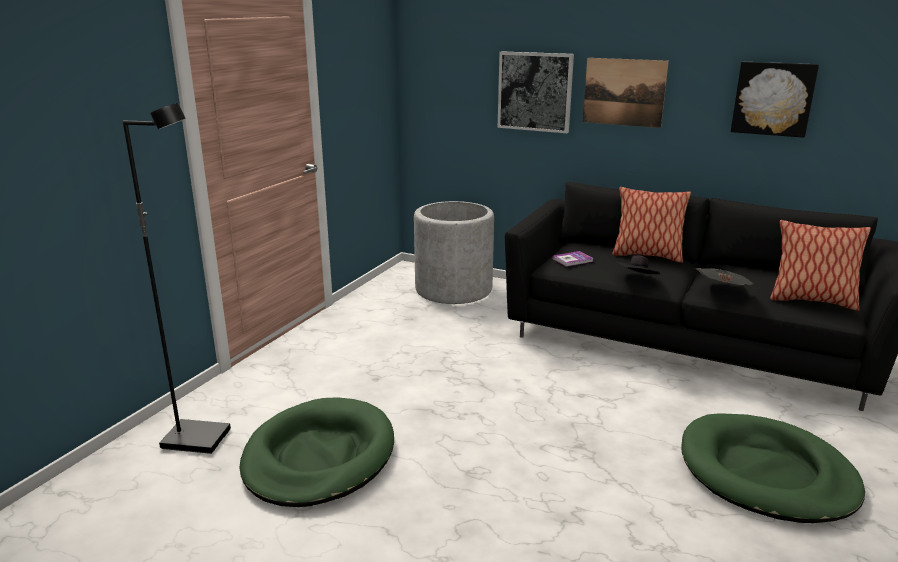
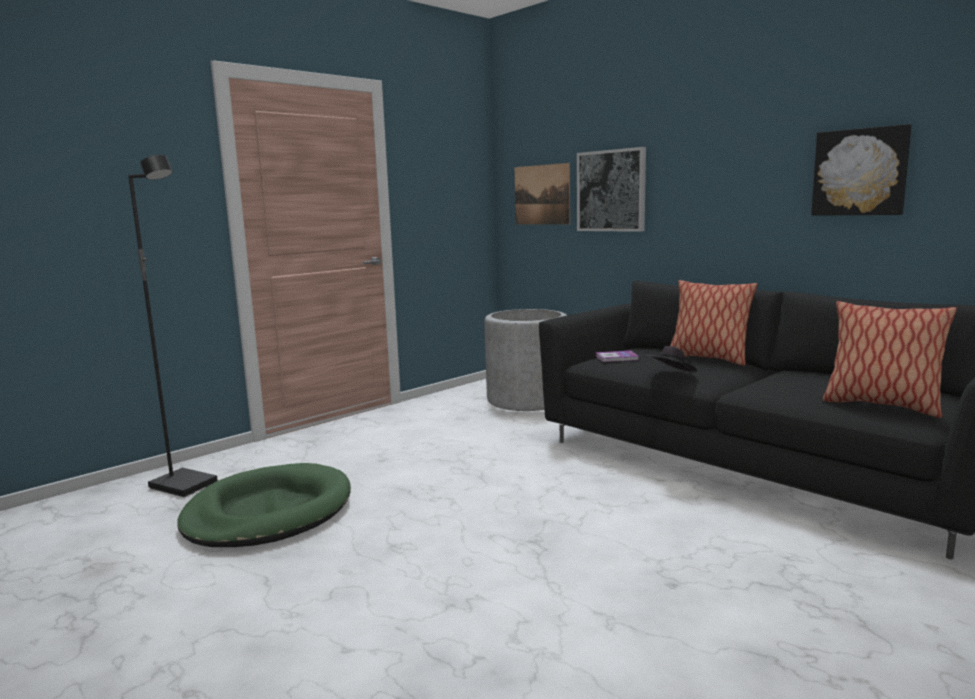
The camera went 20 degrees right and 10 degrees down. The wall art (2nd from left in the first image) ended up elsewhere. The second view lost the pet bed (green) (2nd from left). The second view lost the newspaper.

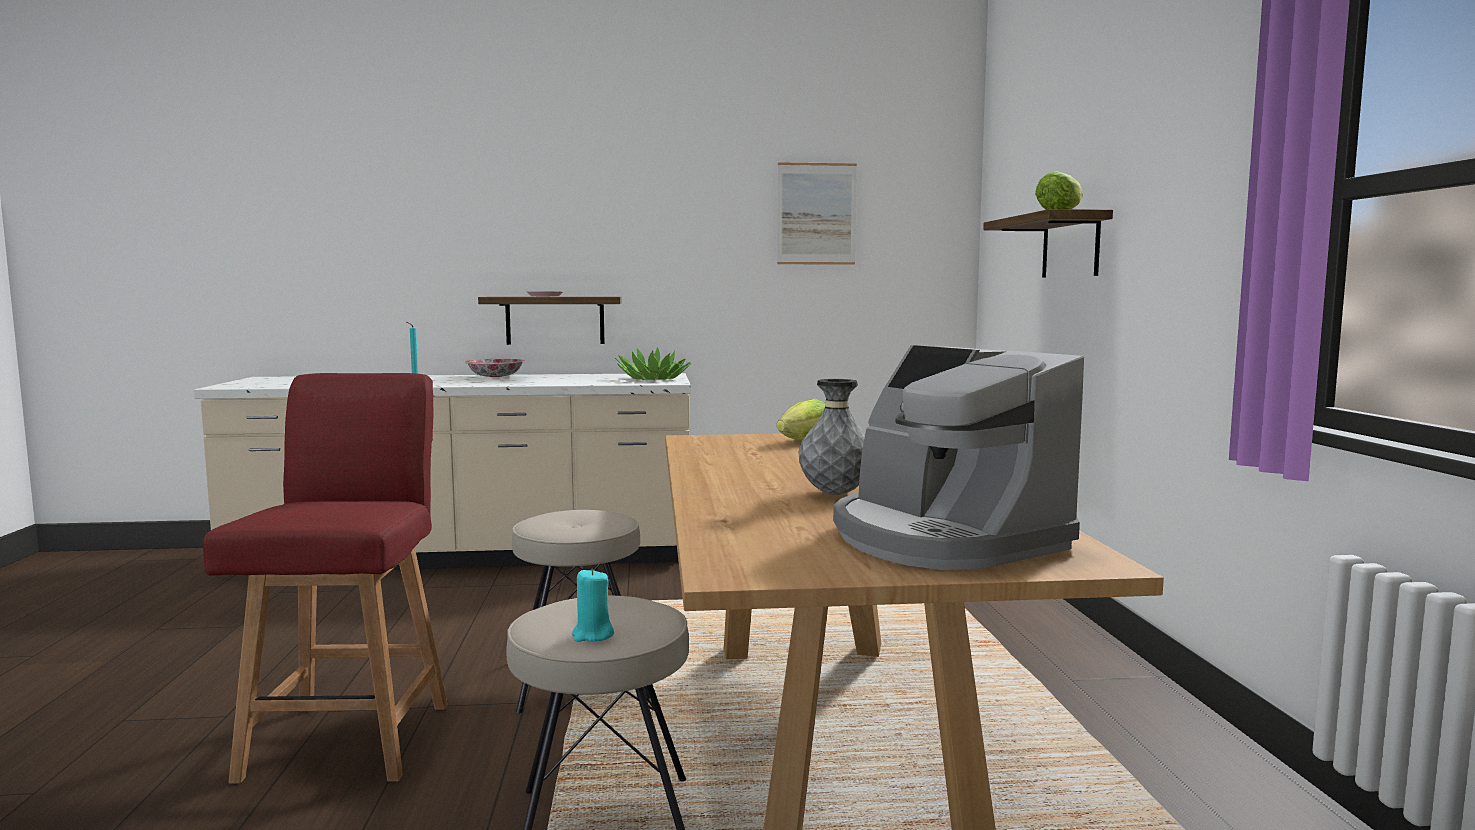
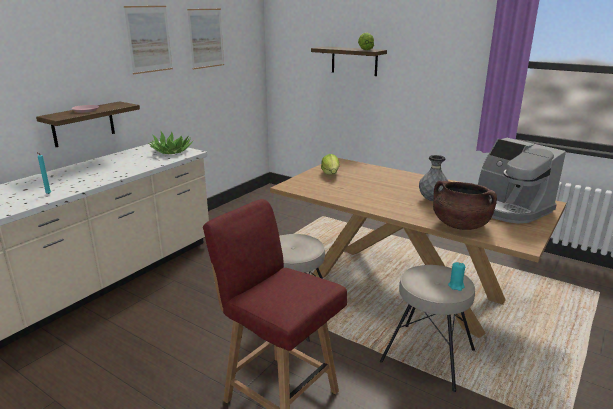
The camera went 50 degrees left and 15 degrees up. The second view gained the wall art (1st from left). The second view gained the stockpot (brown). The coffee brewer ended up facing another way, 45 degrees clockwise from before. The second view lost the deep dish.

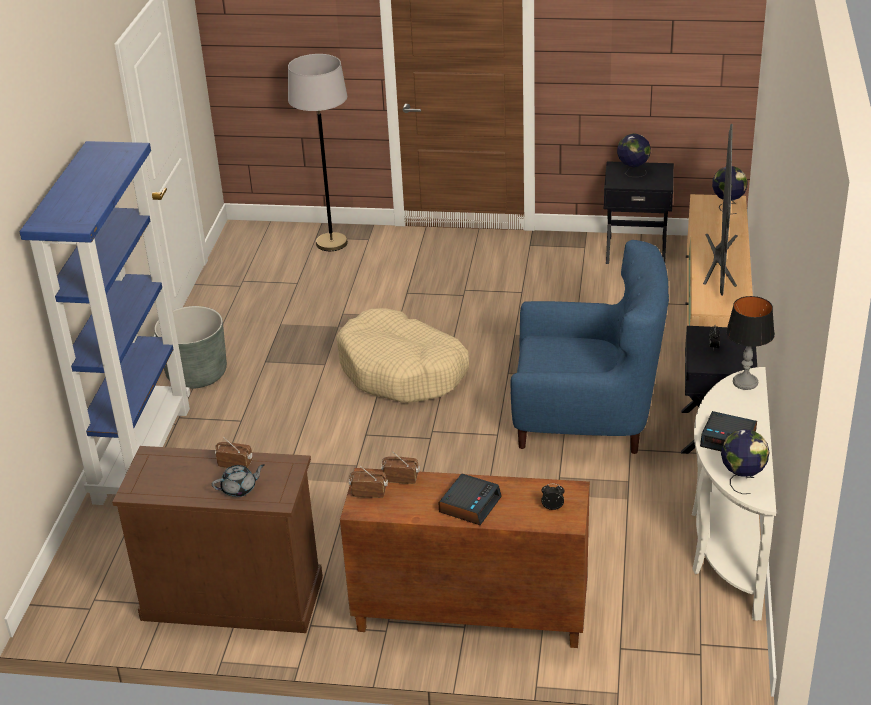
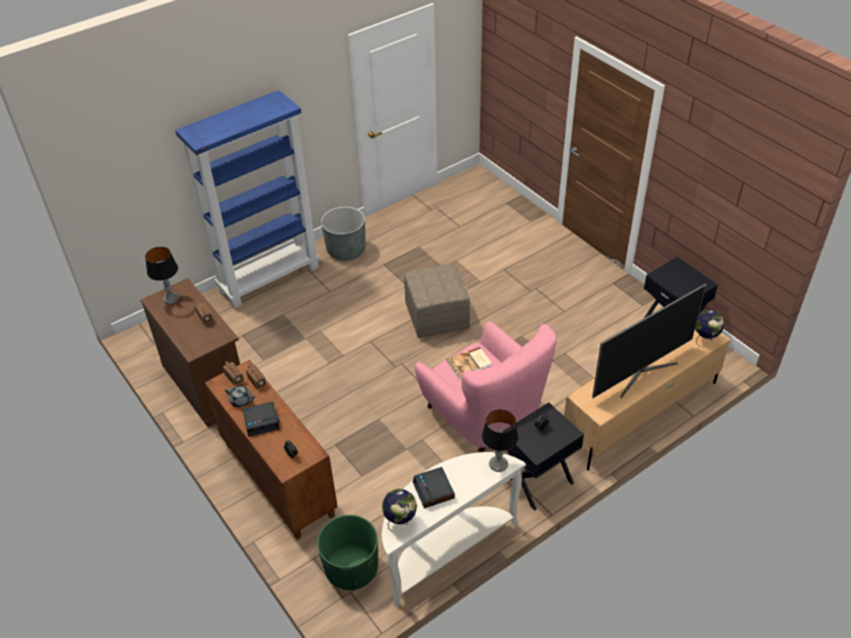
The camera went 45 degrees right and 10 degrees up. The second view gained the tabletop lamp (1st from left). The pot for tea (gray) ended up elsewhere. The second view gained the planter (green). Where the pet bed (beige-coloured) stood, the footrest (beige-coloured) came to stand. What was the lounge chair (bluish) turned into the lounge chair (pink). The second view gained the bound book. The second view lost the standing lamp (gray). The second view lost the desk globe (1st from left).

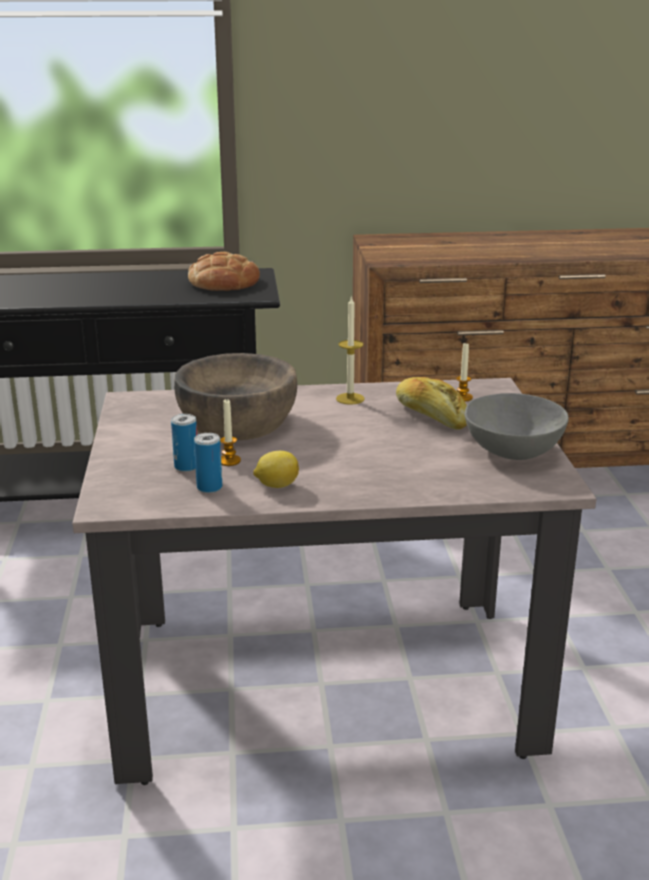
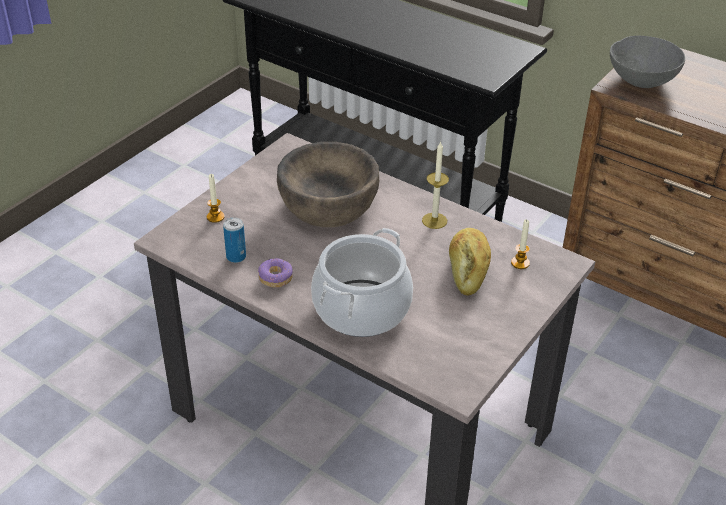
The camera went 40 degrees right and 15 degrees up. The wax candle (1st from left) ended up elsewhere. Where the whole lemon stood, the donut came to stand. The second view gained the stockpot. The deep dish (gray) ended up elsewhere. The second view lost the metal can (1st from left). The second view lost the baked bread (1st from left).

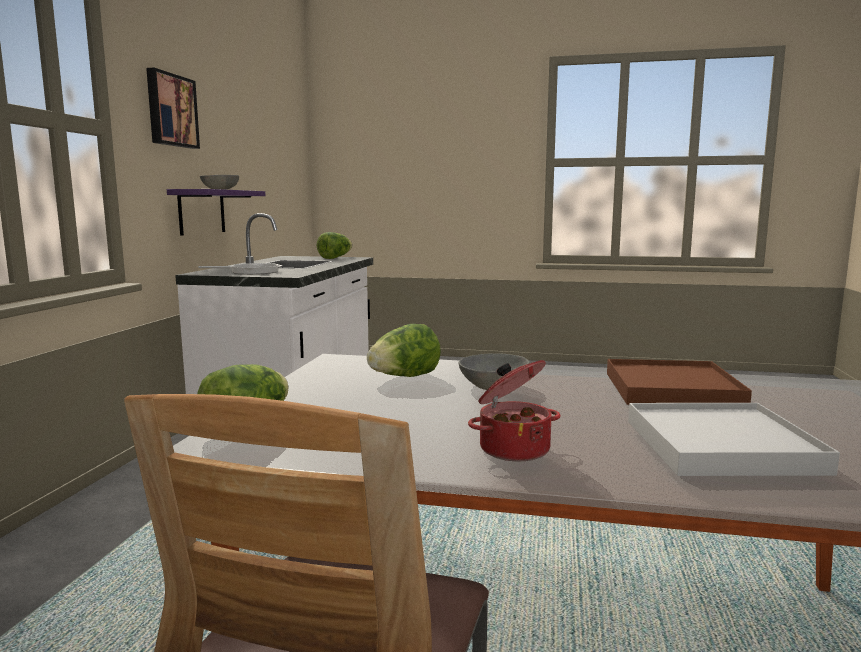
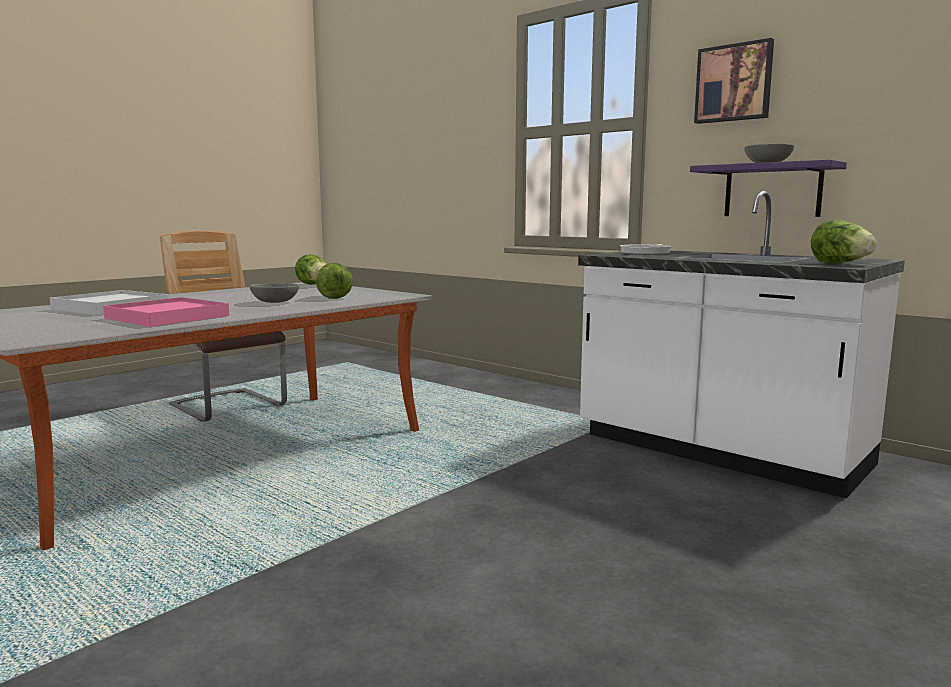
The camera went 120 degrees right and 0 degrees up. What was the tray (brown) turned into the tray (pink). The second view lost the stockpot.

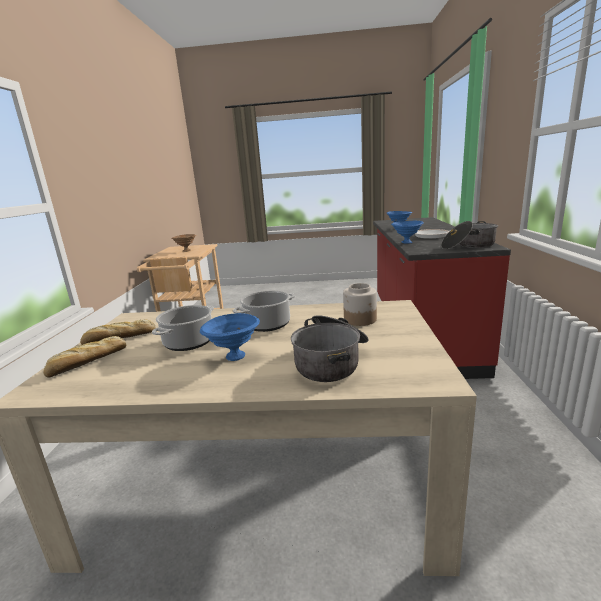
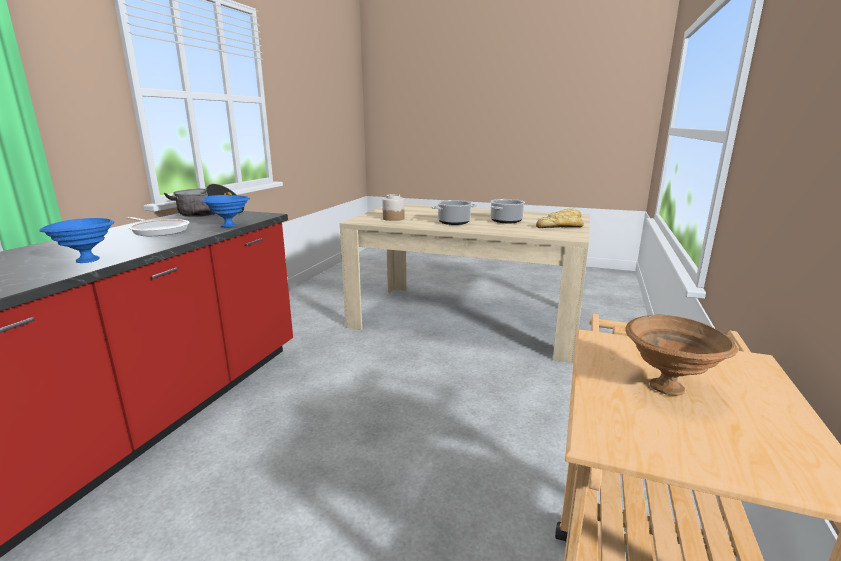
The camera went 165 degrees left and 0 degrees up. The second view lost the deep dish (bluish) (1st from left). The second view lost the stockpot (3rd from left).

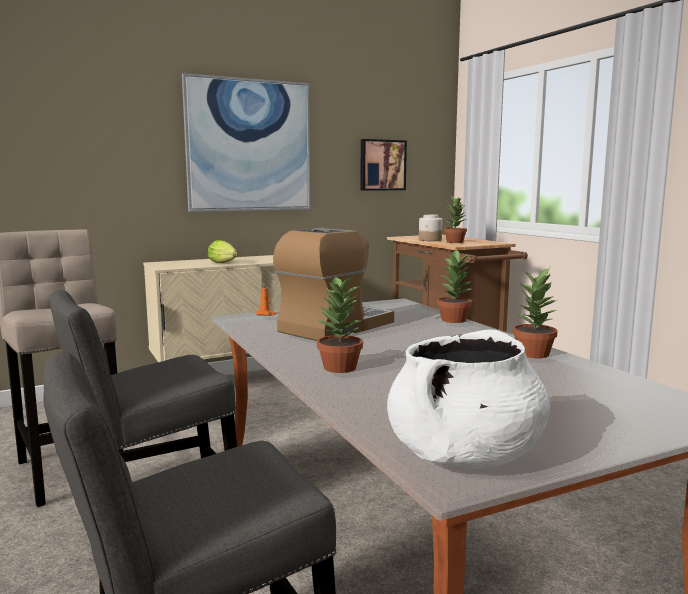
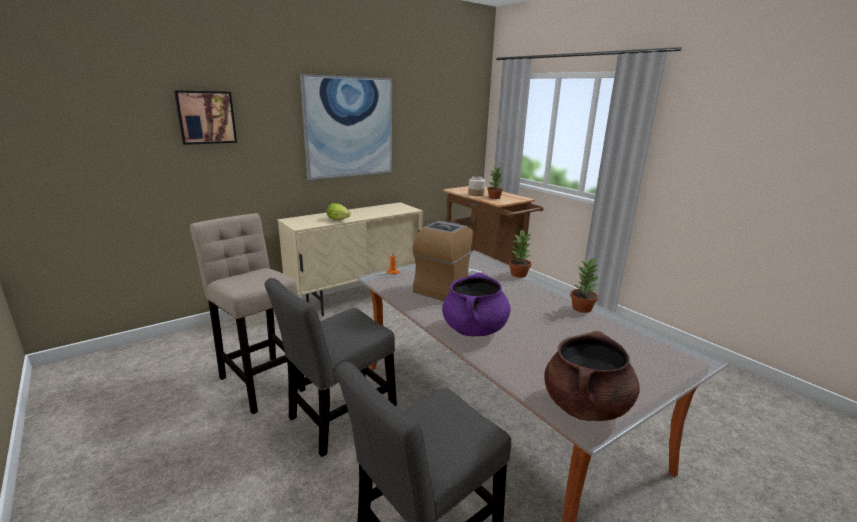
The camera went 10 degrees left and 10 degrees up. The wall art (2nd from left in the first image) ended up elsewhere. Where the potted plant (1st from left) stood, the stockpot (purple) came to stand. What was the stockpot (whitish) turned into the stockpot (brown).

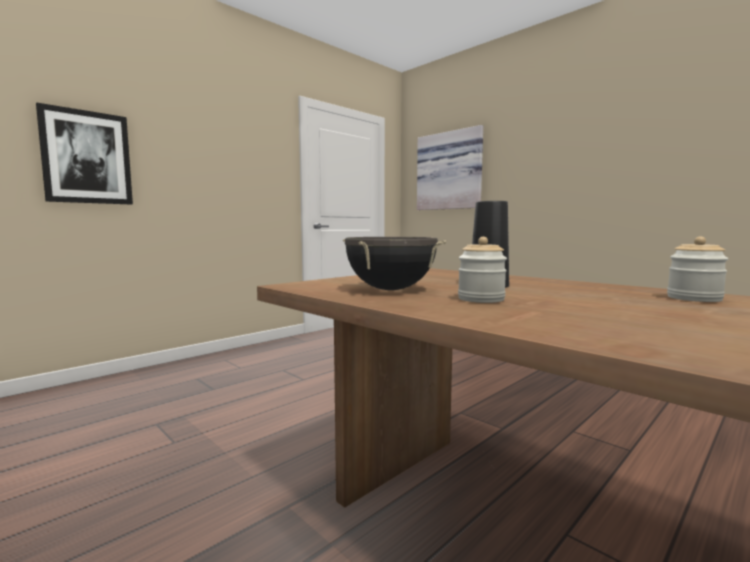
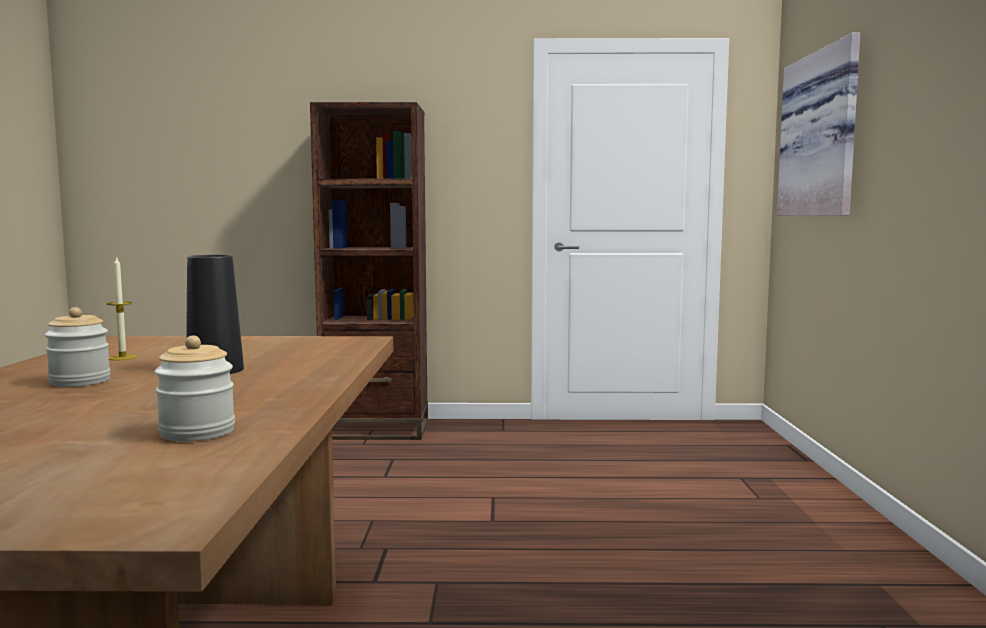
The camera went 45 degrees right and 0 degrees up. Where the stockpot (black) stood, the wax candle came to stand. The second view gained the shelving unit (brown). The second view lost the wall art (1st from left).

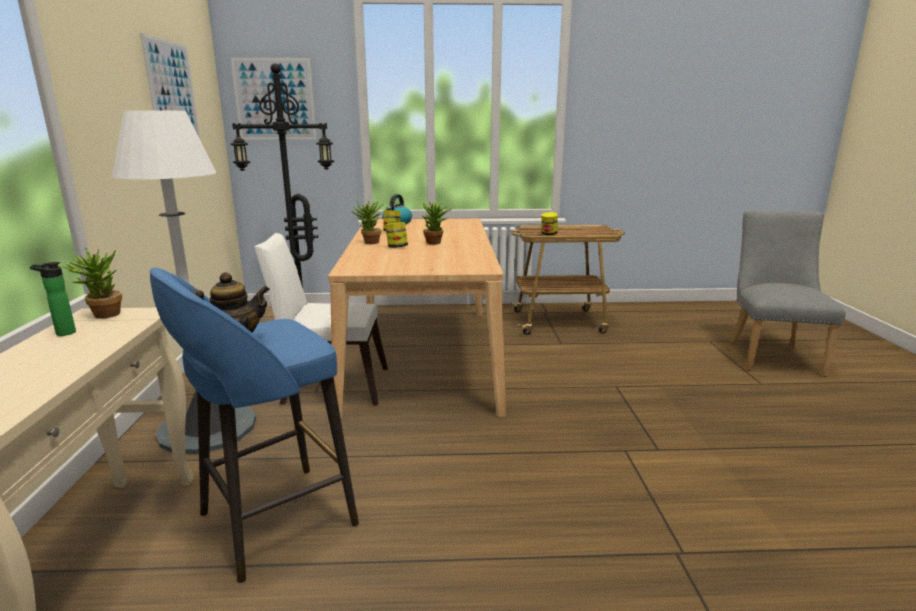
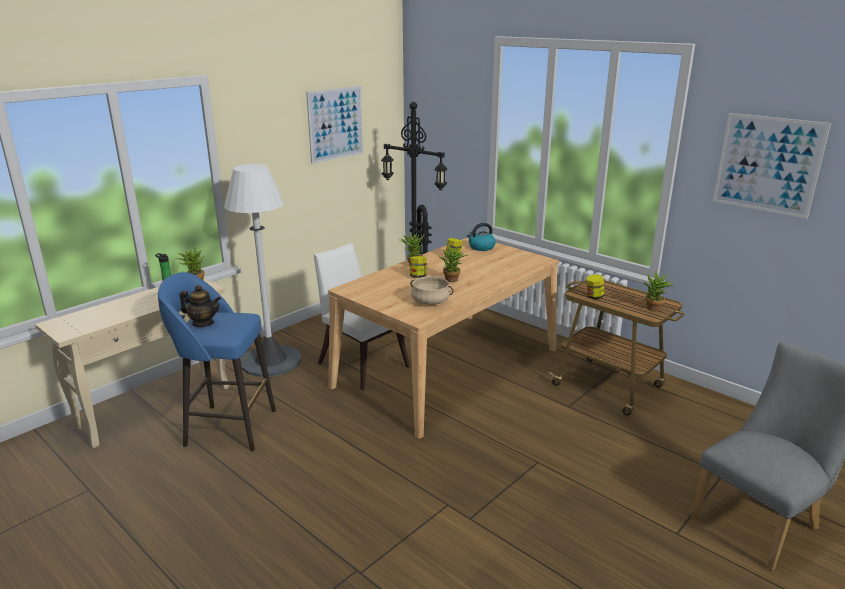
The camera went 45 degrees right and 5 degrees up. The second view gained the stockpot (beige-coloured). The second view gained the potted plant (4th from left). The wall art (2nd from left) ended up elsewhere.

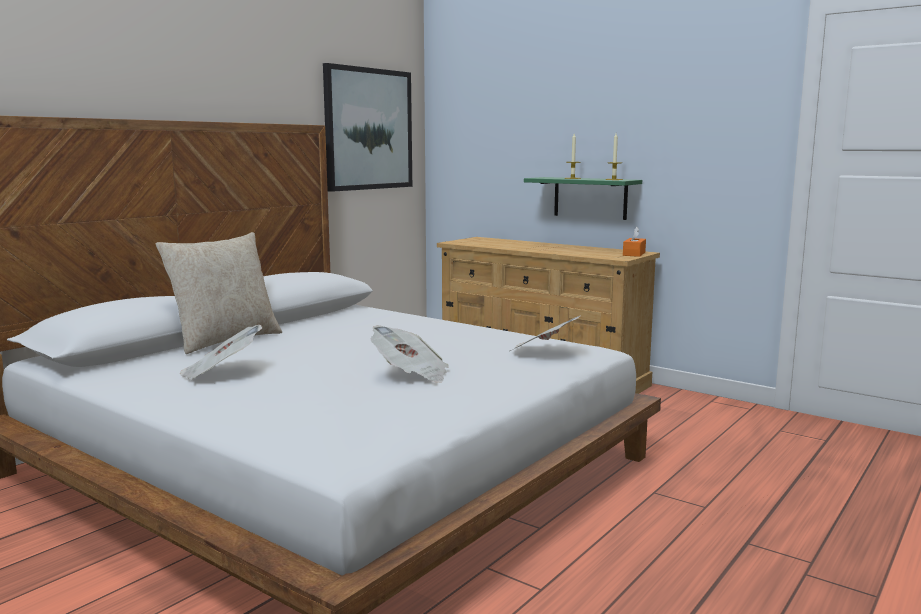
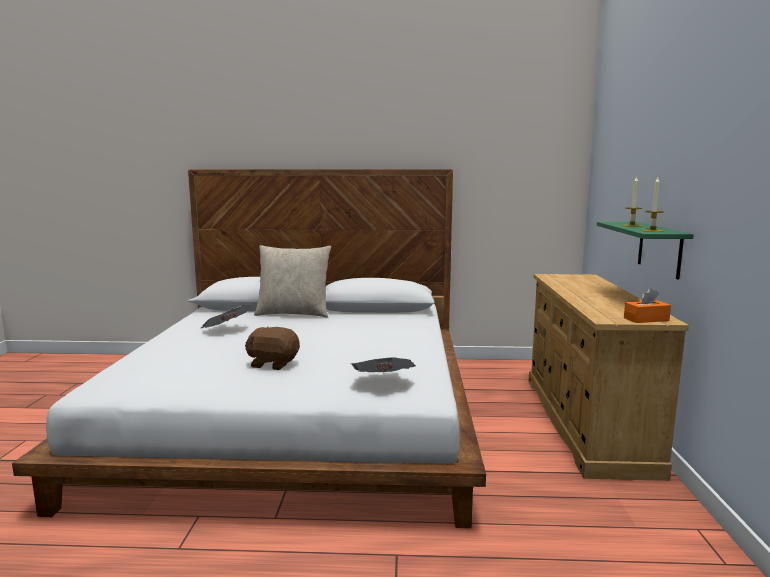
The camera went 55 degrees right and 0 degrees up. Where the newspaper (2nd from left) stood, the cuddly toy (brown) came to stand. The second view lost the wall art.

